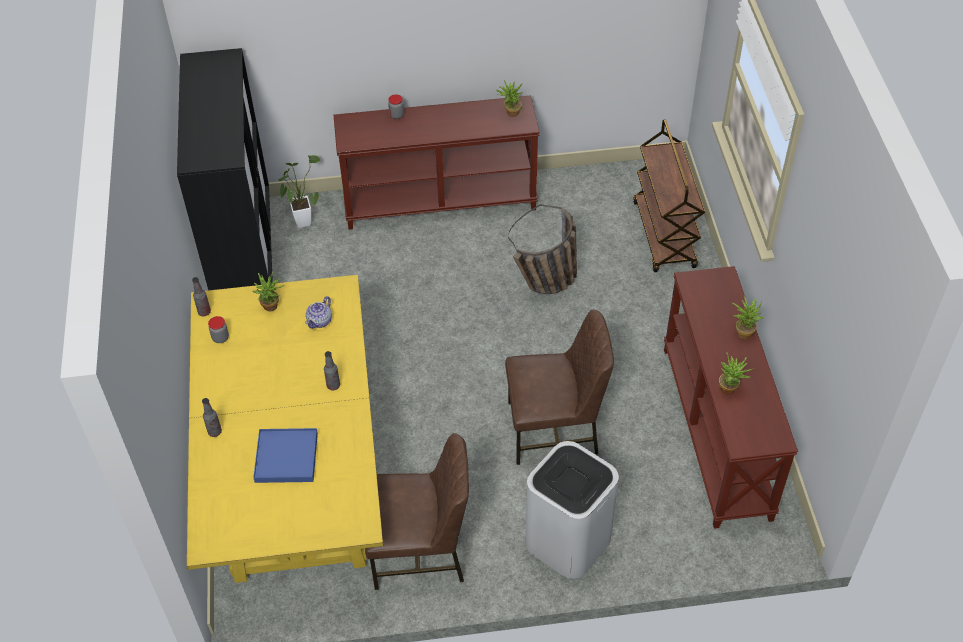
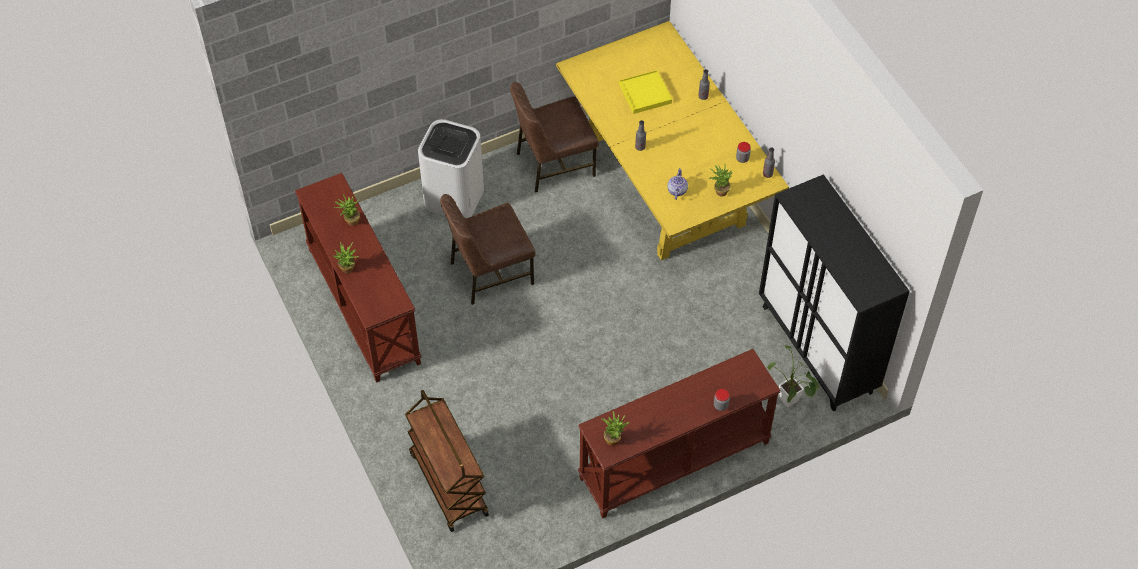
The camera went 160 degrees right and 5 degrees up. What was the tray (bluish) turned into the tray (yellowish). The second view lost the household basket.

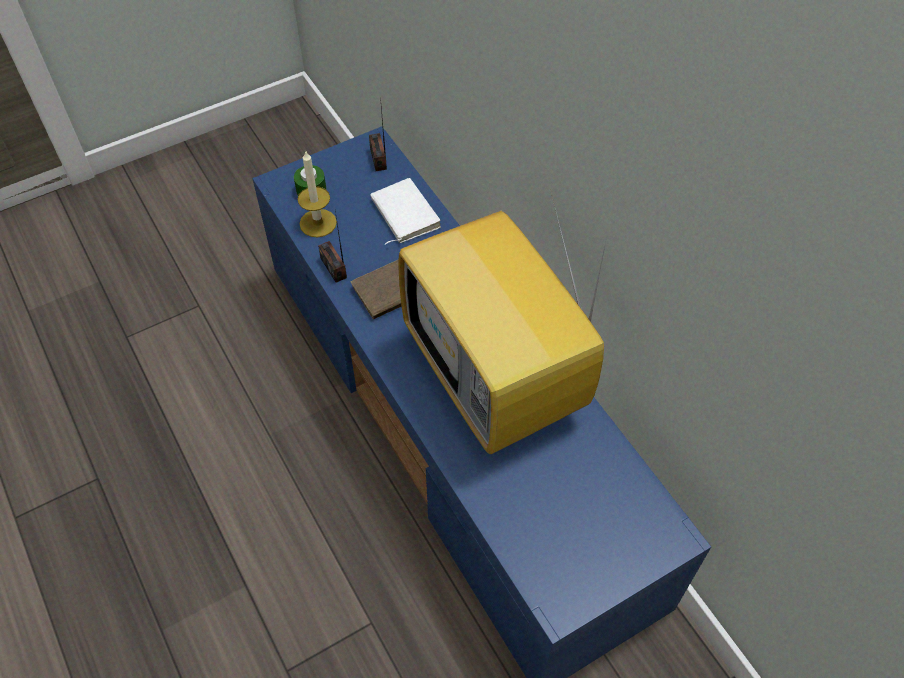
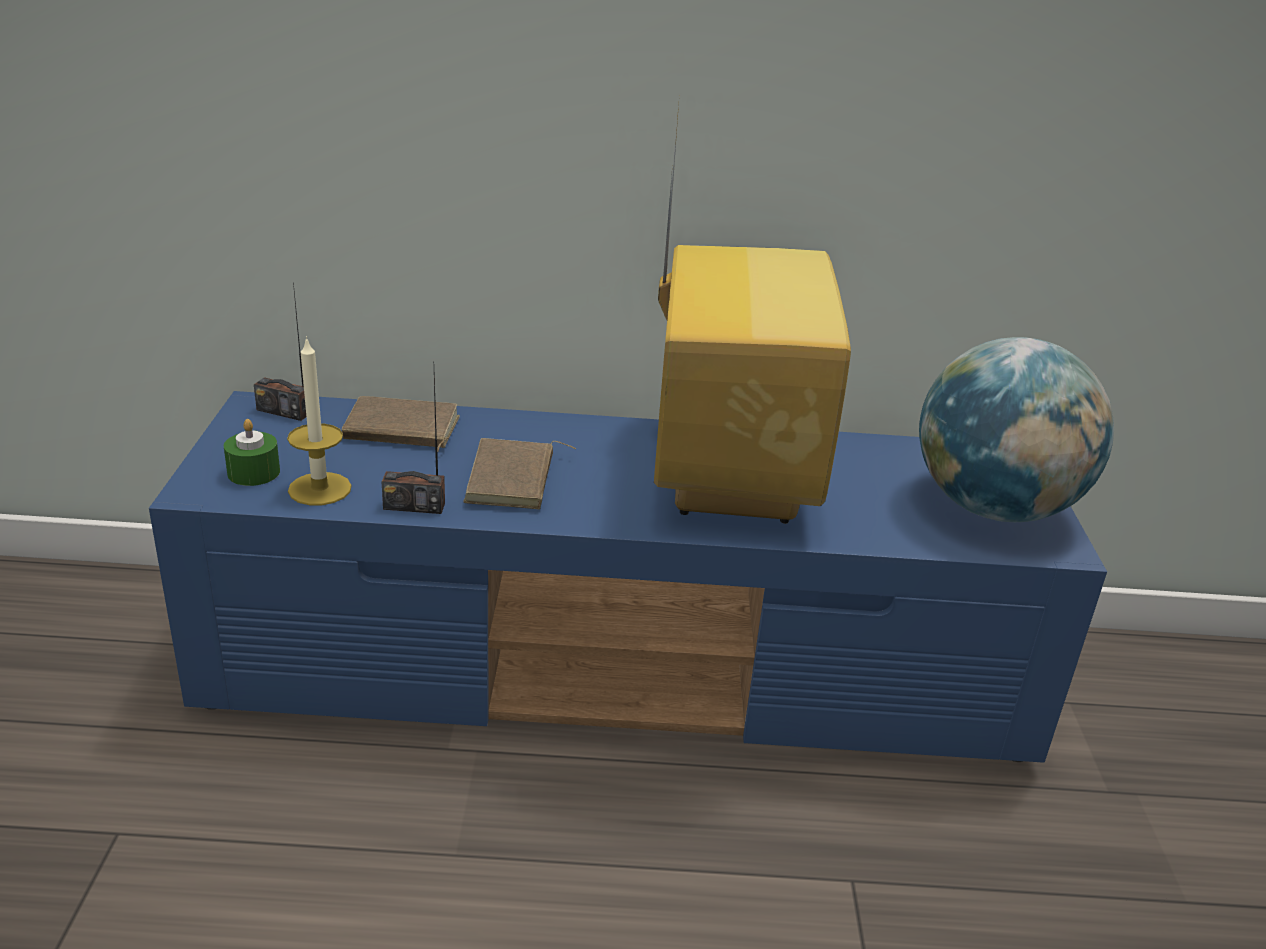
The camera went 60 degrees left and 25 degrees down. What was the bound book (whitish) turned into the bound book (brown) (1st from left). The TV set ended up facing another way, 90 degrees counterclockwise from before. The second view gained the desk globe.

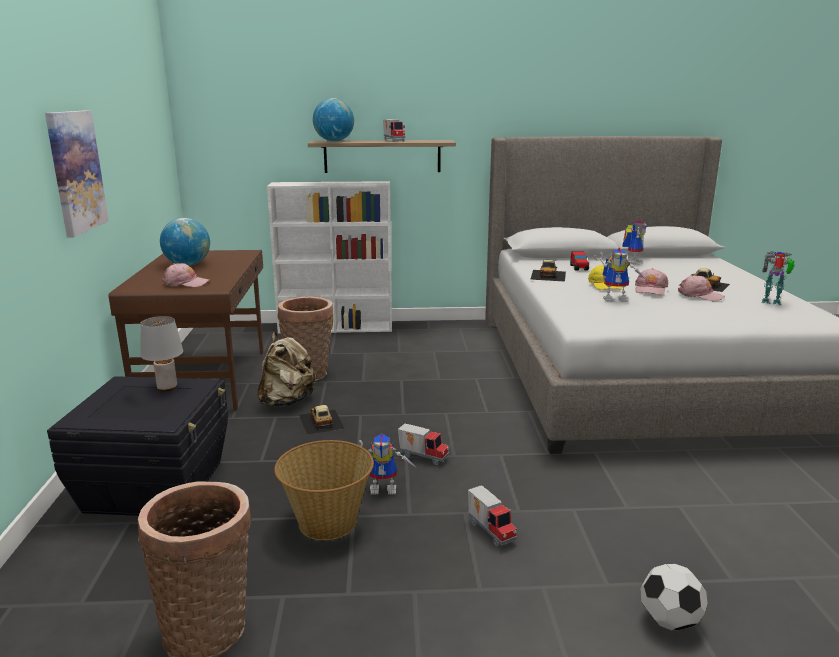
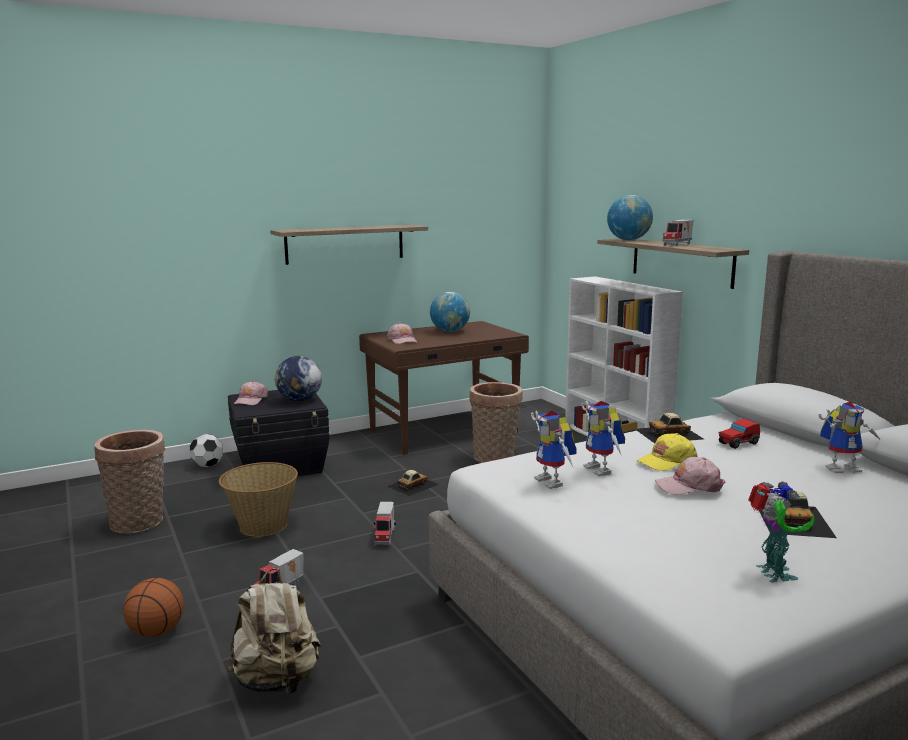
The camera went 65 degrees right and 5 degrees down. The second view gained the basketball ball. The football ball ended up elsewhere. The backpack (beige-coloured) ended up elsewhere. The baseball cap (pink) (3rd from left in the first image) ended up elsewhere. Where the wall art hung, the shelf (1st from left) came to hang. Where the tabletop lamp (gray) stood, the desk globe (1st from left) came to stand. The model robot (1st from left) ended up elsewhere.

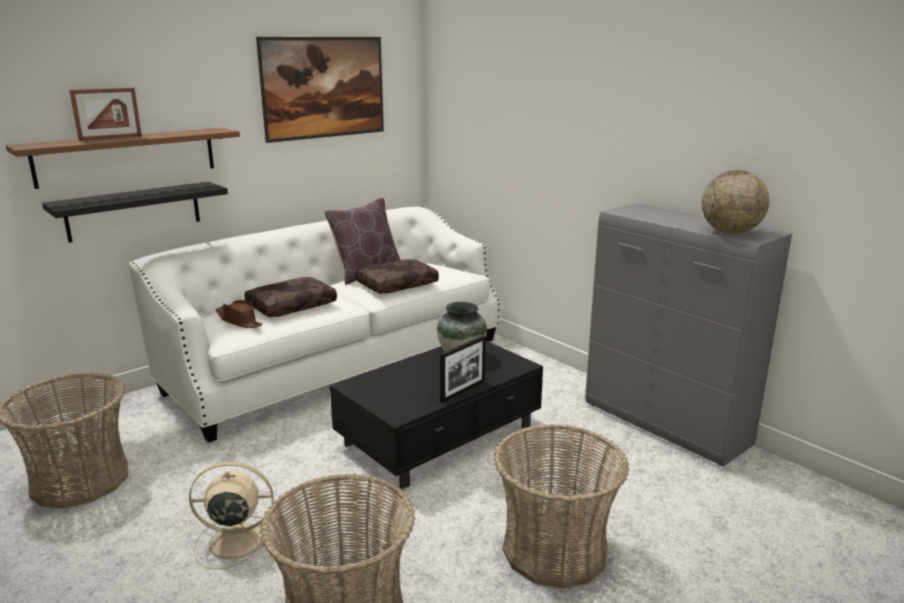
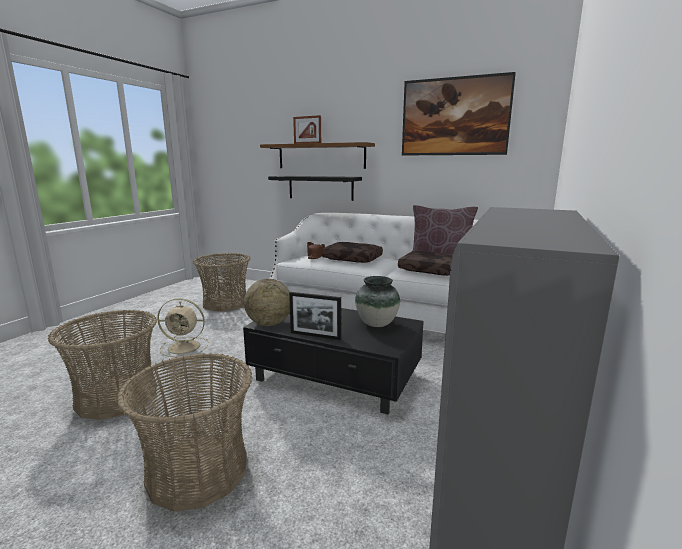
The camera went 65 degrees right and 5 degrees down. The cooling fan (beige-coloured) ended up facing another way, 120 degrees clockwise from before. The desk globe ended up elsewhere.

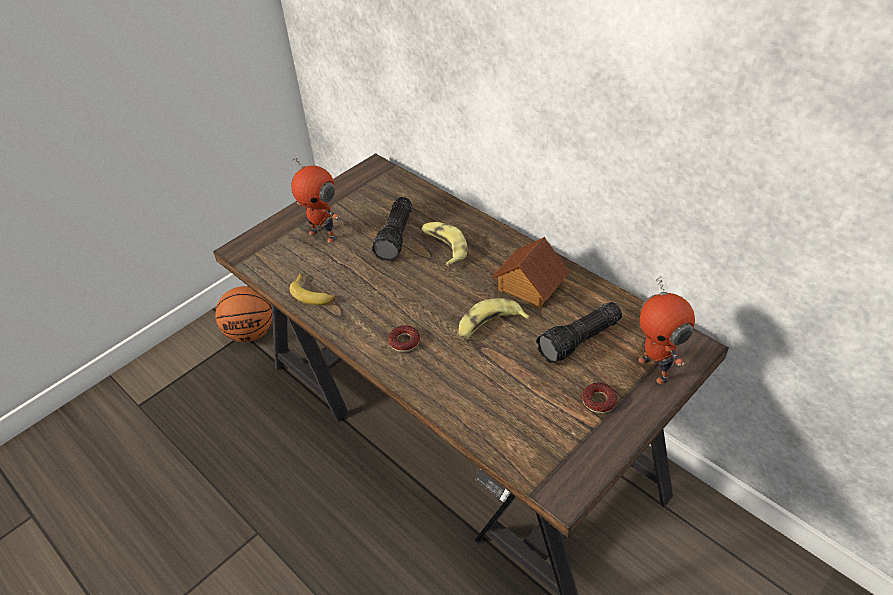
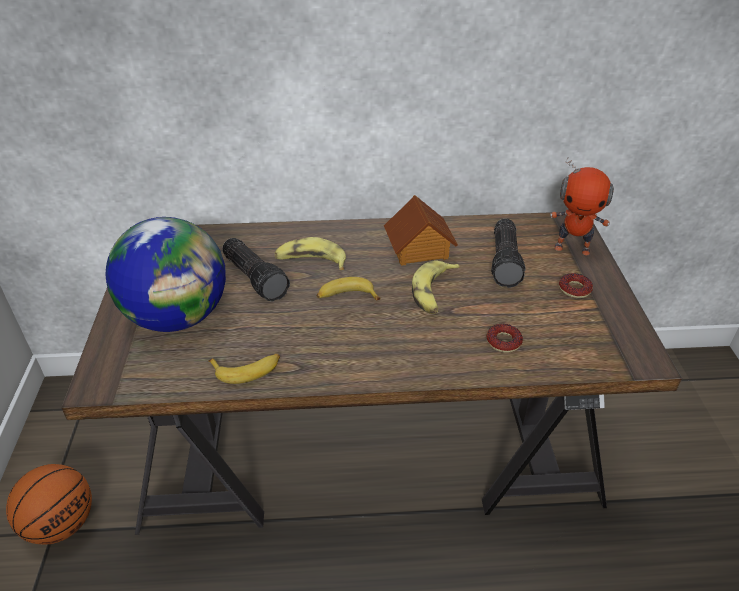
The camera went 50 degrees left and 5 degrees down. Where the model robot (1st from left) stood, the desk globe came to stand. The second view gained the banana fruit (3rd from left). The donut (1st from left) ended up elsewhere.

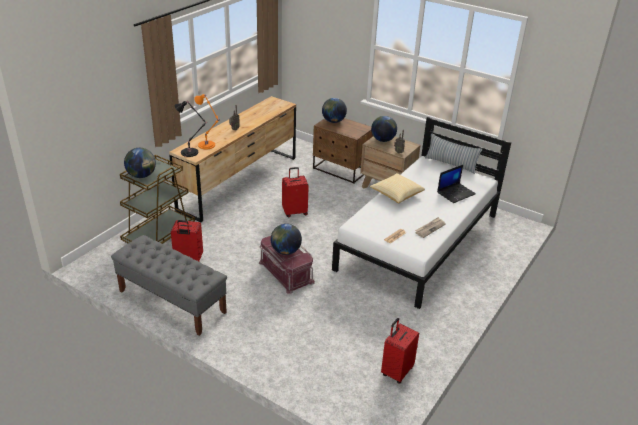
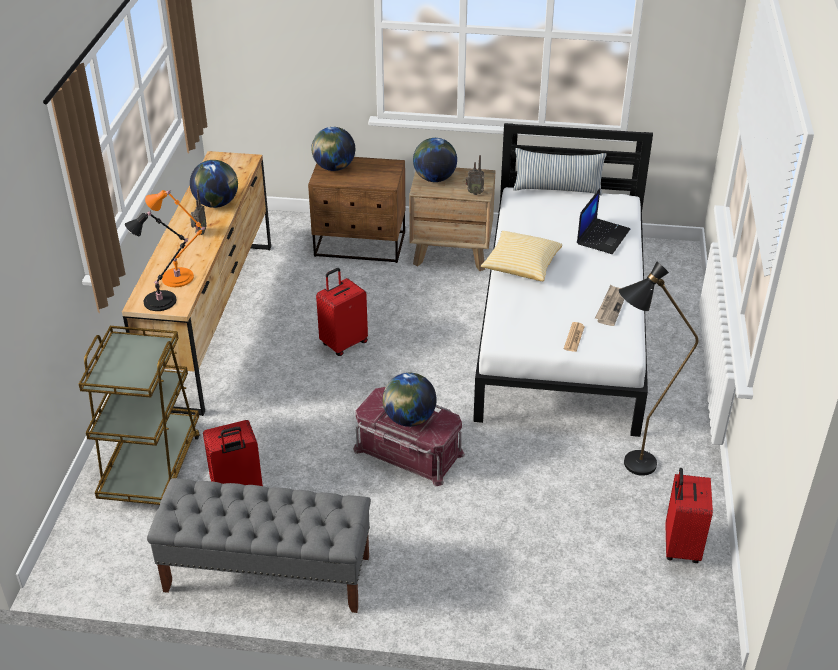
The camera went 25 degrees left and 5 degrees up. The desk globe (1st from left) ended up elsewhere. The second view gained the standing lamp (black).

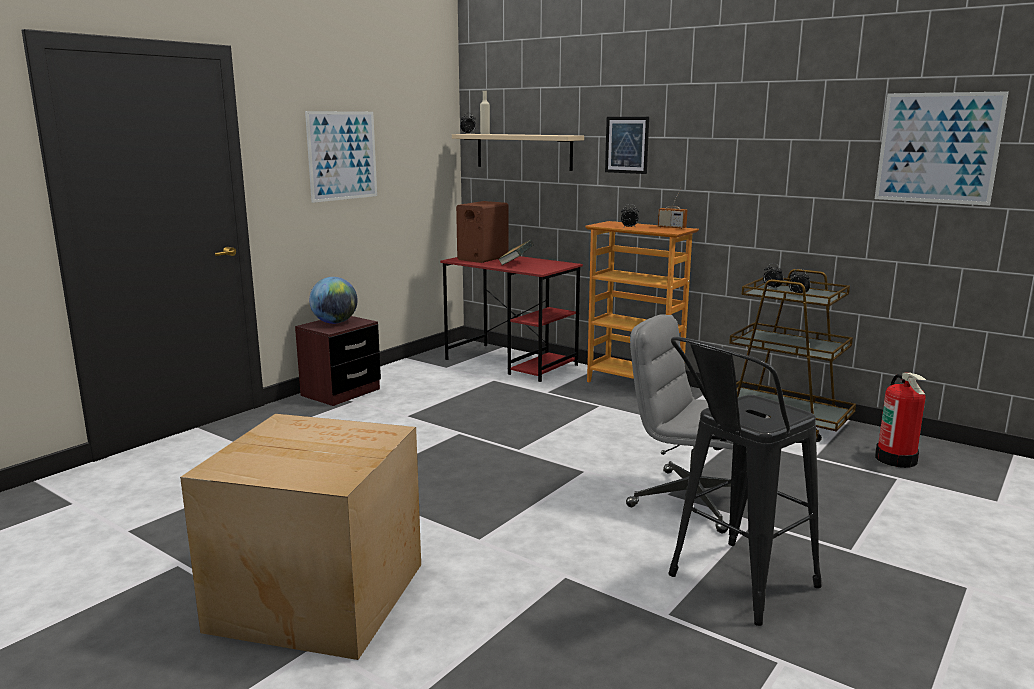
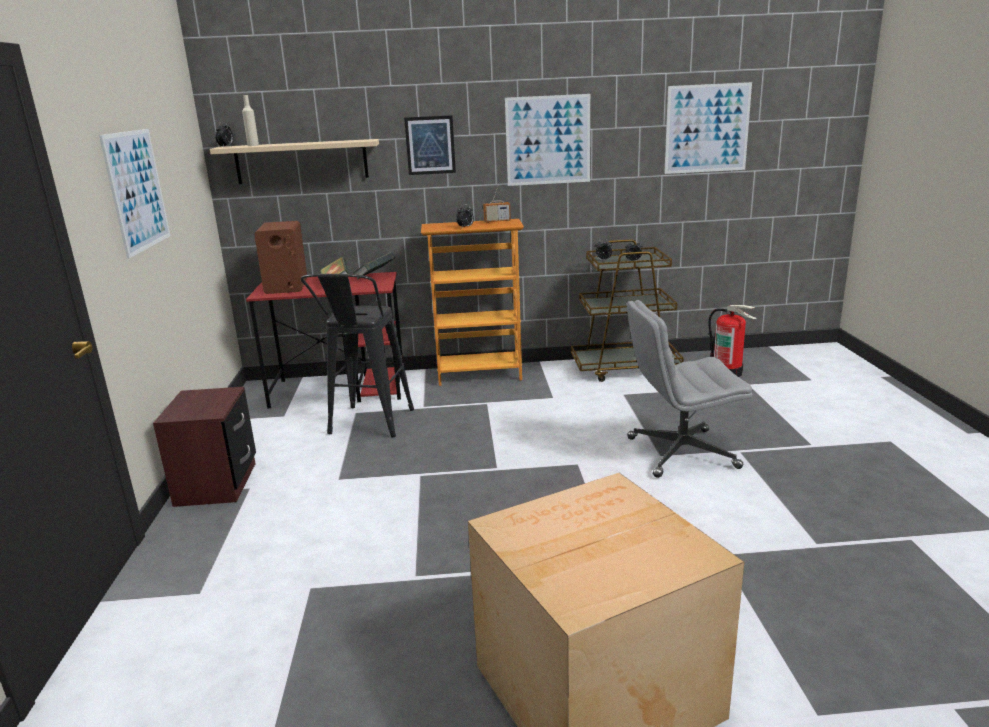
The camera went 40 degrees left and 5 degrees up. The stool seat (black) ended up elsewhere. The second view gained the bound book (2nd from left). The second view gained the wall art (3rd from left). The second view lost the desk globe.

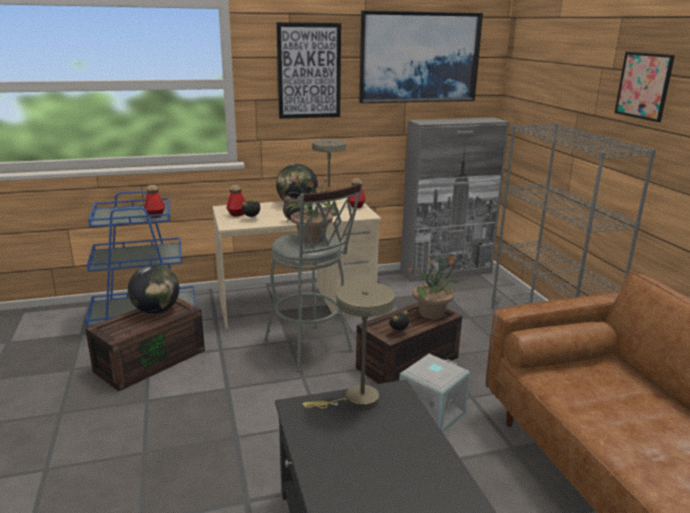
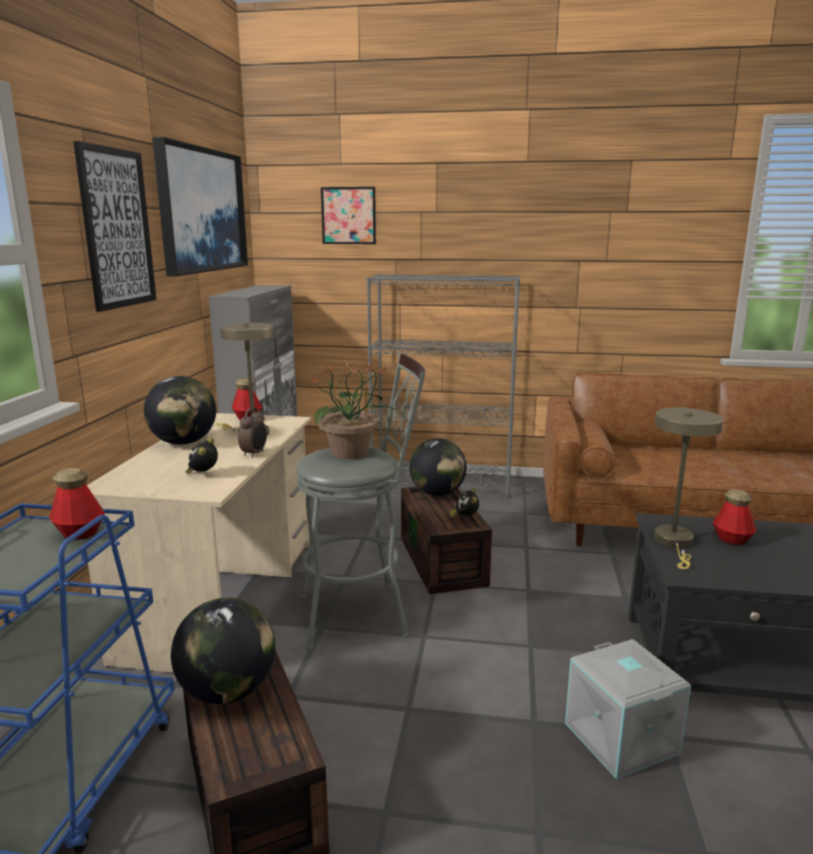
The camera went 65 degrees left and 5 degrees down. The wall art (3rd from left) ended up elsewhere. Where the potted plant (2nd from left) stood, the desk globe (3rd from left) came to stand. The storage container (gray) ended up elsewhere. The beverage bottle (2nd from left in the first image) ended up elsewhere.

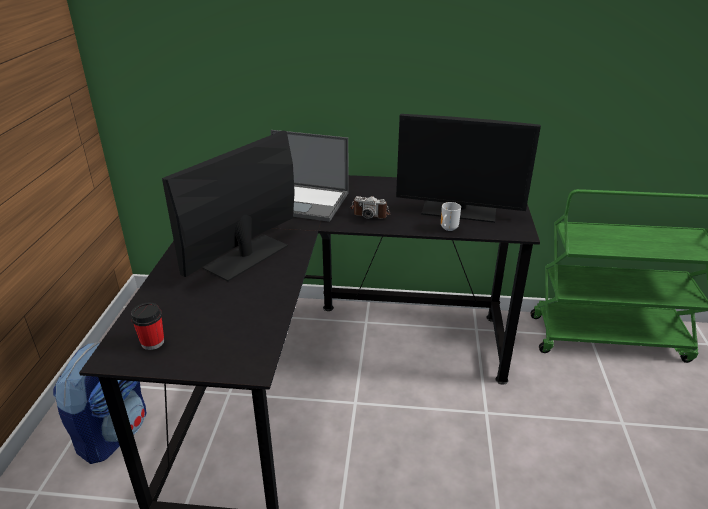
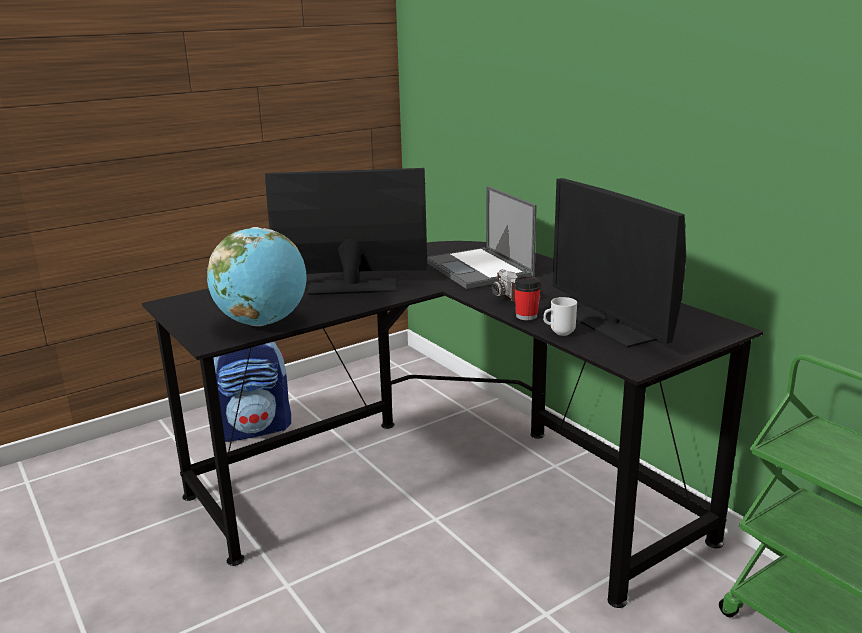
The camera went 50 degrees right and 10 degrees down. The second view gained the desk globe. The small cup ended up elsewhere.

